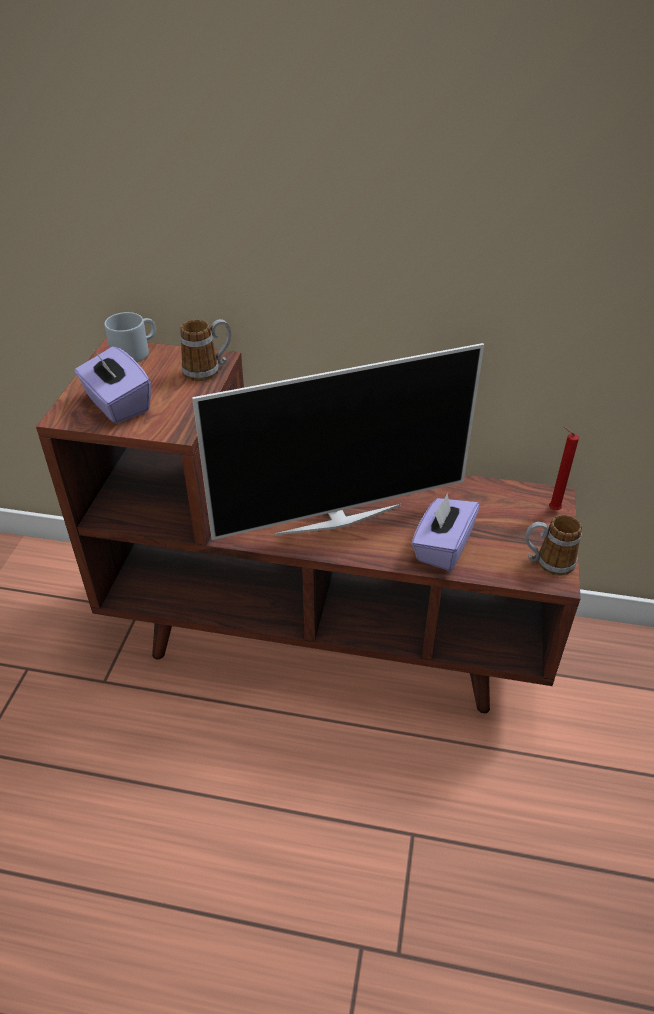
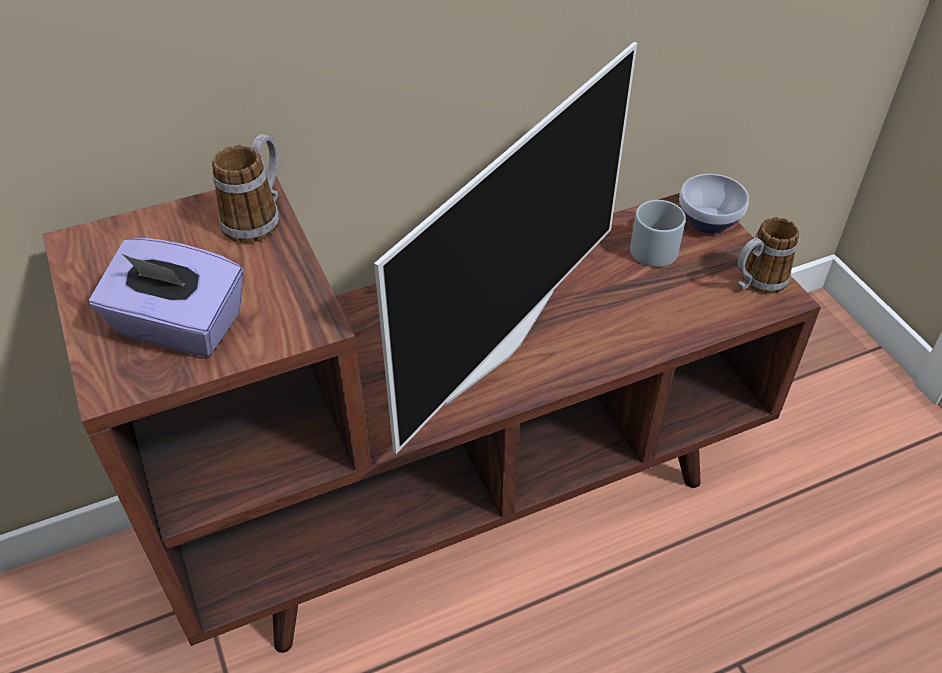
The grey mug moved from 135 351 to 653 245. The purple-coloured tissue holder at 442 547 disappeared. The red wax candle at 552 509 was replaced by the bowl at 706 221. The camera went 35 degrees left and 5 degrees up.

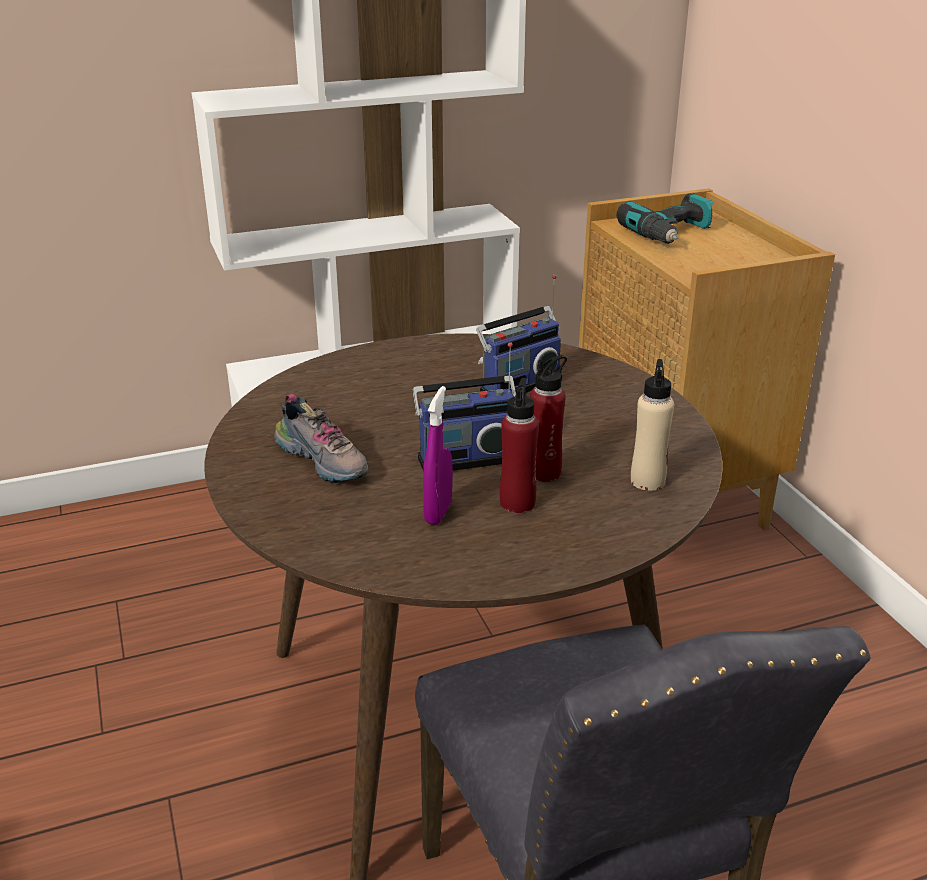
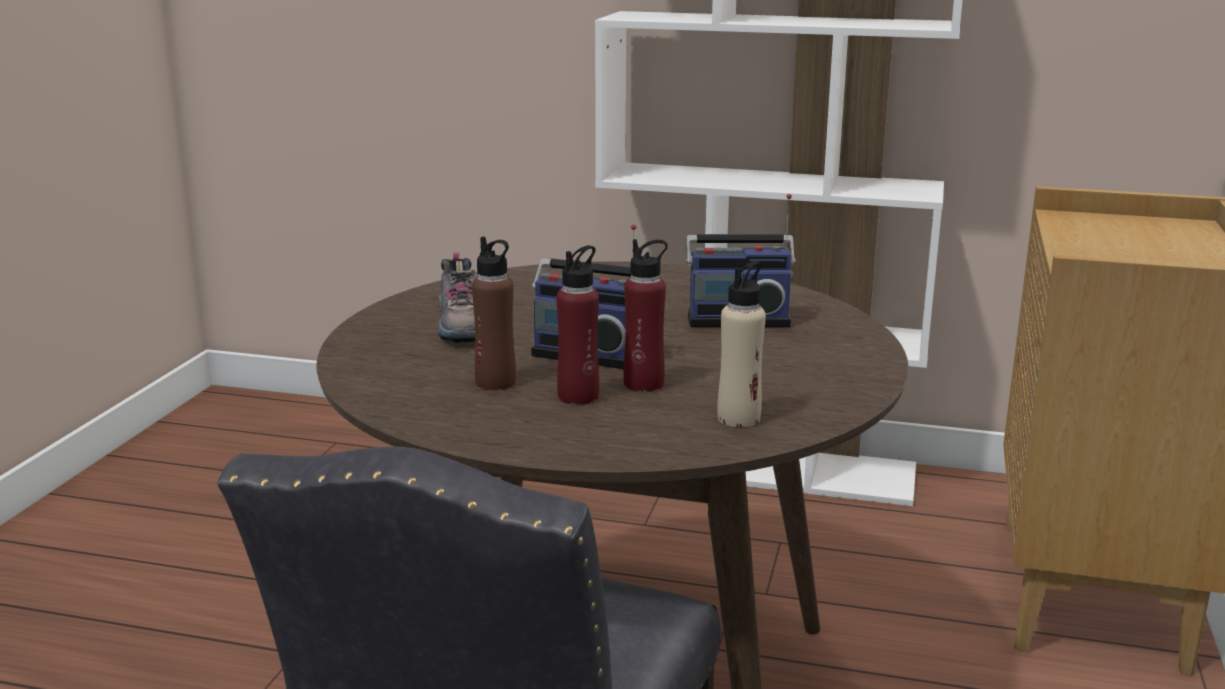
The purple-coloured spray bottle at 438 512 was replaced by the brown bottle at 495 382. The power drill at 671 234 disappeared. The camera went 35 degrees right and 10 degrees down.

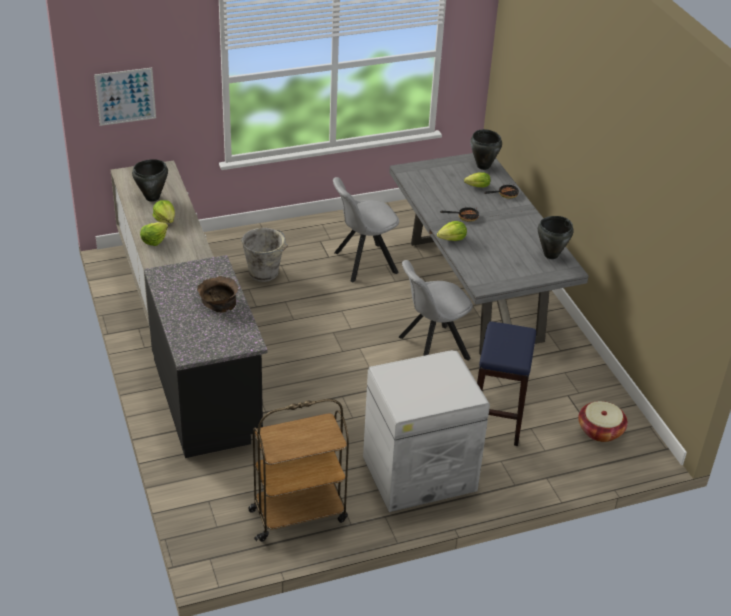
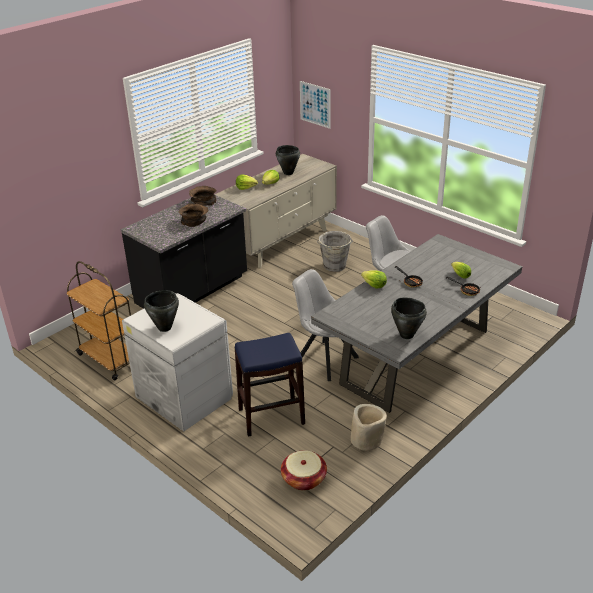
The blackish cooking pot moved from 483 166 to 164 328. The brown bowl at 203 201 appeared. The beige-coloured planter at 367 441 appeared. The camera went 65 degrees right and 5 degrees down.

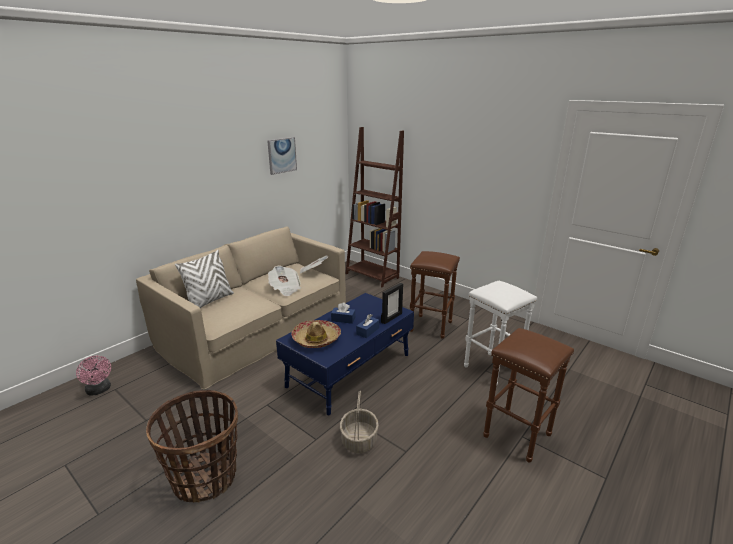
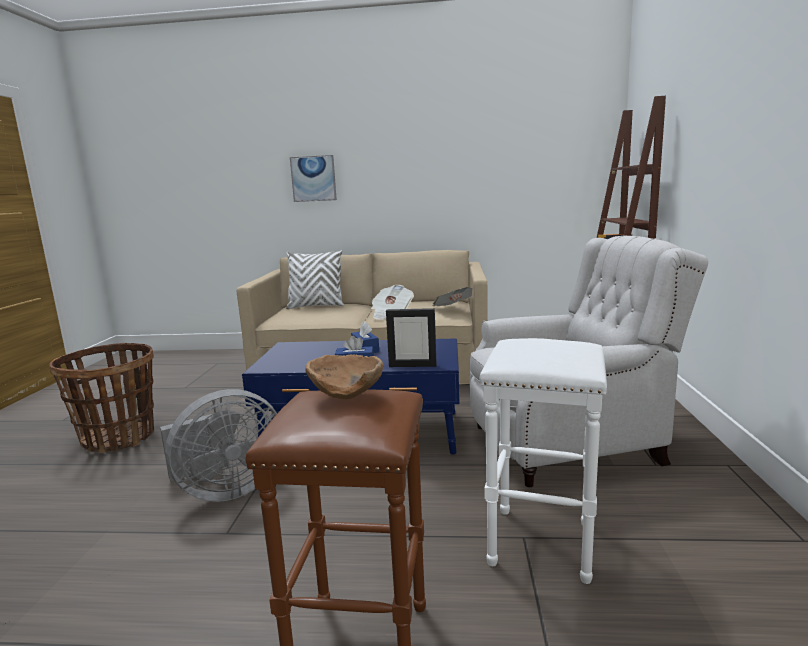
The pink fan at 99 390 disappeared. The wall picture moved from 282 155 to 313 178. The wearable hat at 316 339 disappeared. The basket at 358 440 was replaced by the grey fan at 226 490. The brown sitting stool at 432 326 was replaced by the white-coloured easy chair at 567 444. The brown bowl at 348 395 appeared. The camera went 55 degrees right and 10 degrees down.

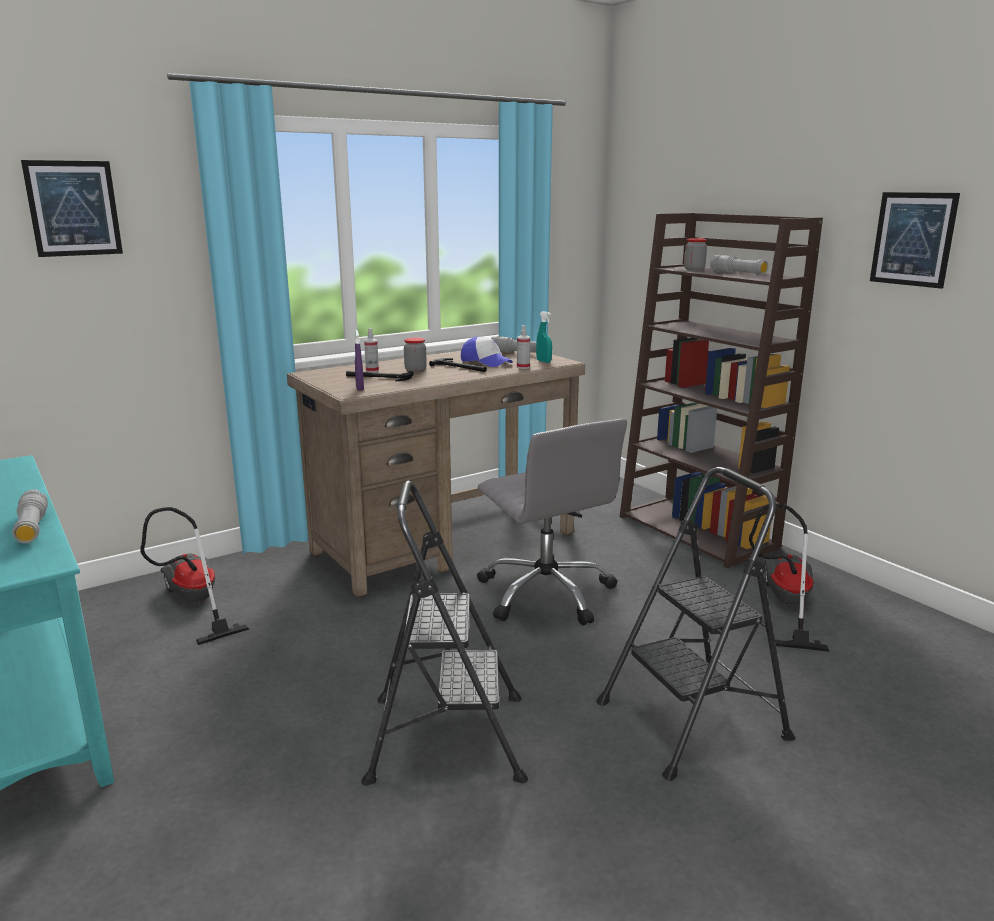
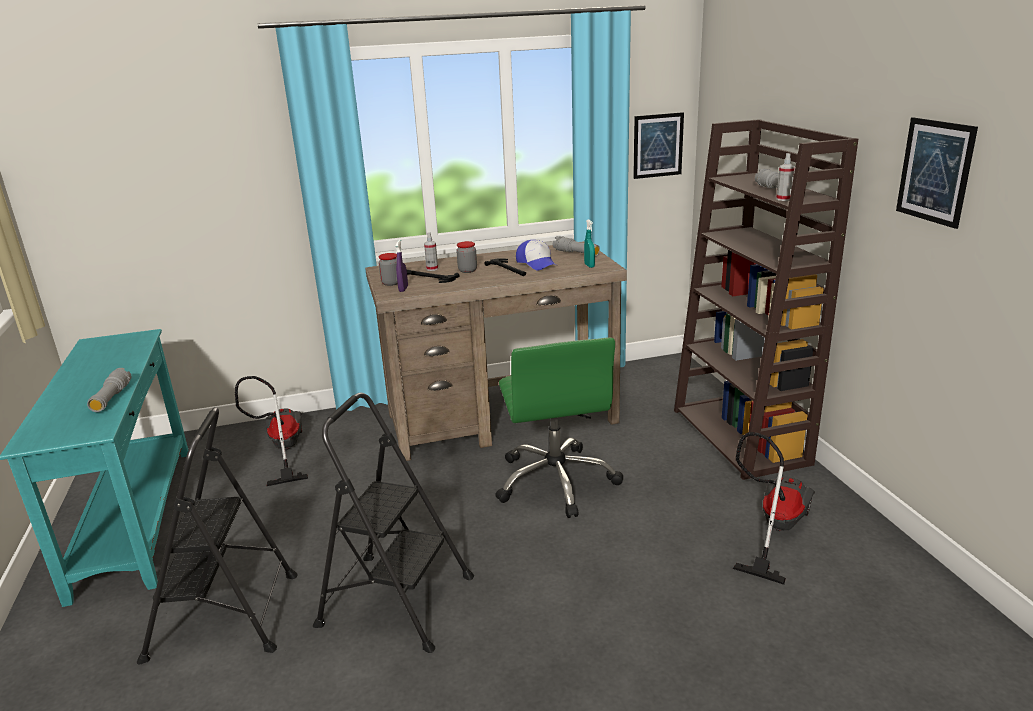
The wall picture moved from 73 208 to 658 145. The grey office chair at 546 593 became the green-coloured office chair at 556 481. The spray bottle moved from 523 367 to 783 199. The blackish stepladder moved from 697 718 to 227 615. The storage jar moved from 694 270 to 391 283. The camera went 20 degrees right and 5 degrees up.

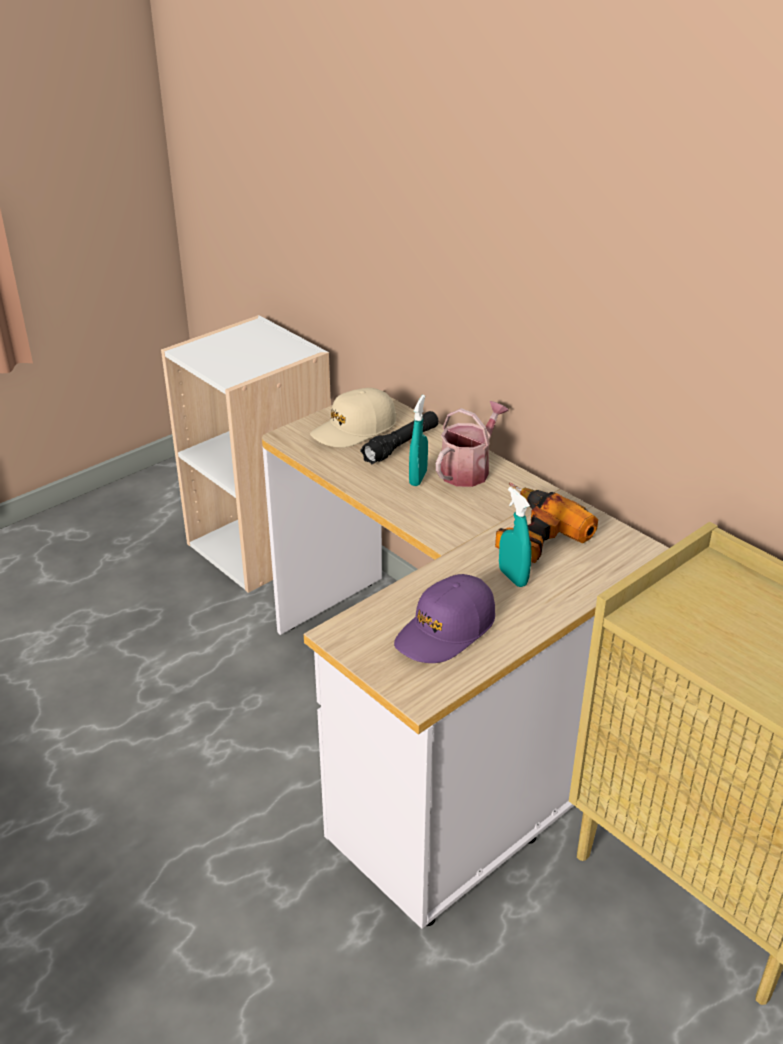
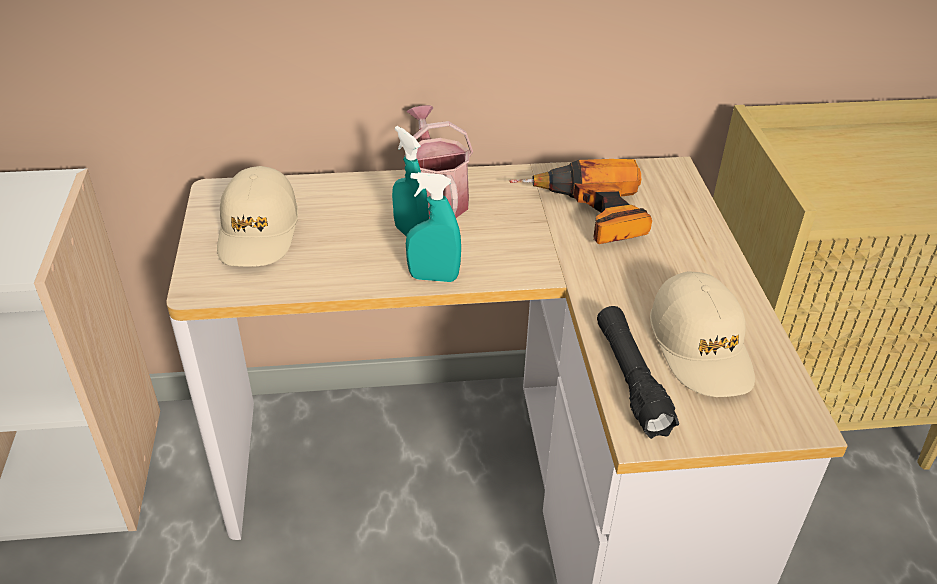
The blackish hand torch moved from 401 445 to 631 380. The purple-coloured baseball cap at 445 630 became the beige-coloured baseball cap at 701 347. The turquoise-coloured spray bottle moved from 513 577 to 433 277. The camera went 55 degrees left and 5 degrees up.

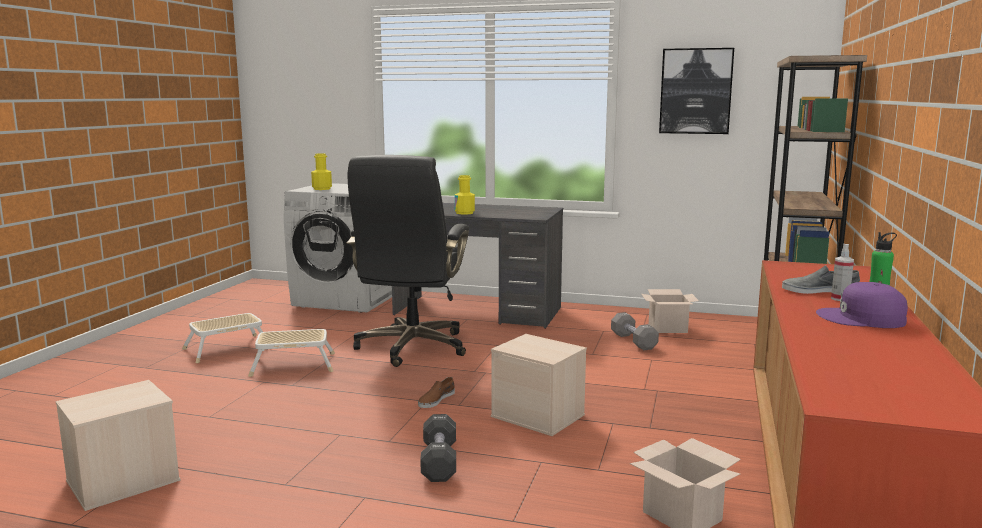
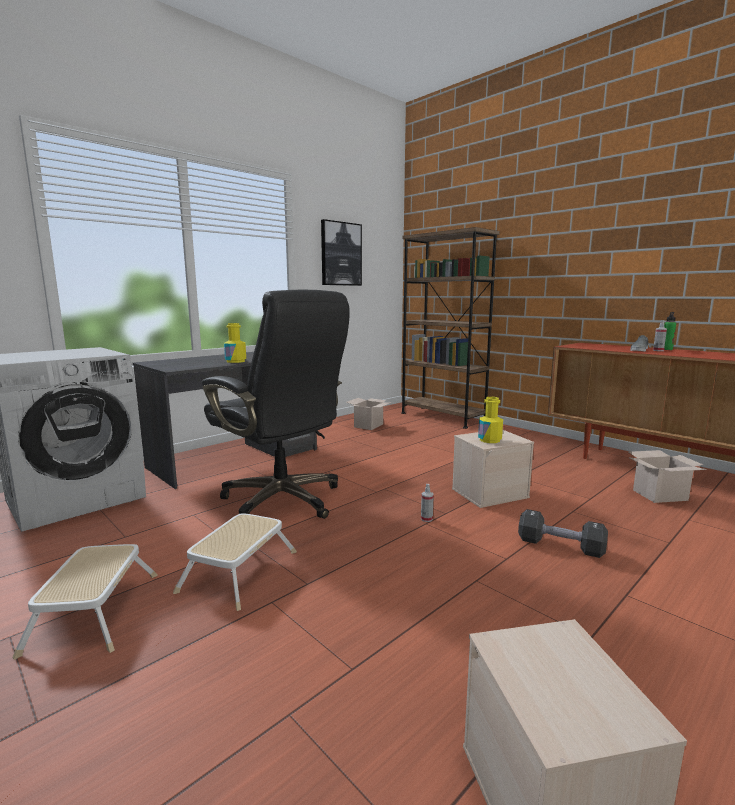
The yellowish bottle moved from 322 189 to 489 440. The brown low shoe at 436 399 was replaced by the spray bottle at 426 519. The grey hand weight at 633 341 disappeared. The purple-coloured baseball cap at 862 318 disappeared. The camera went 60 degrees left and 0 degrees up.

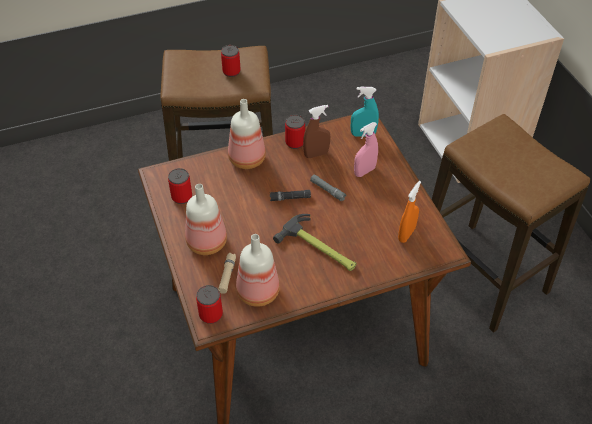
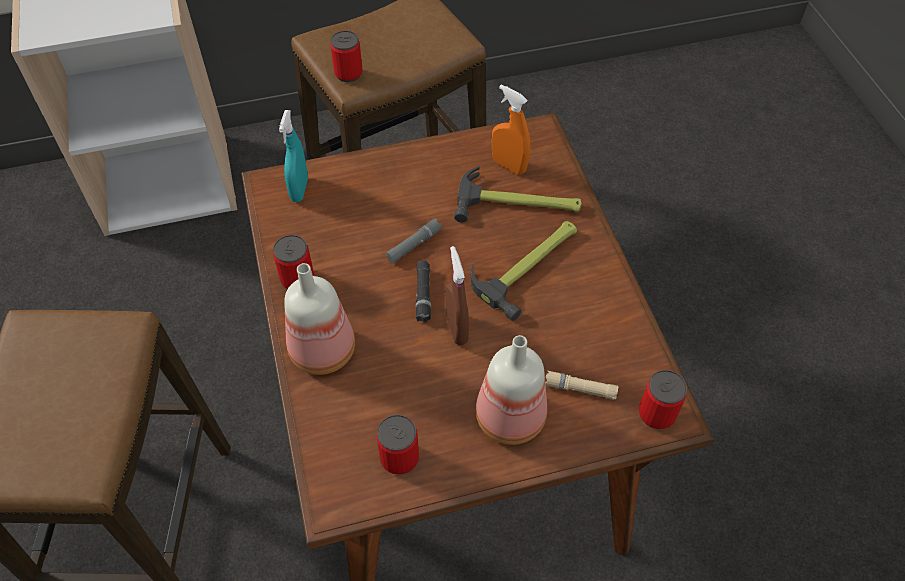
The metal can moved from 231 71 to 348 73. The bottle at 257 293 disappeared. The brown spray bottle moved from 316 154 to 457 329. The pink spray bottle at 364 171 disappeared. The tool hammer at 519 203 appeared. The camera went 85 degrees left and 5 degrees up.

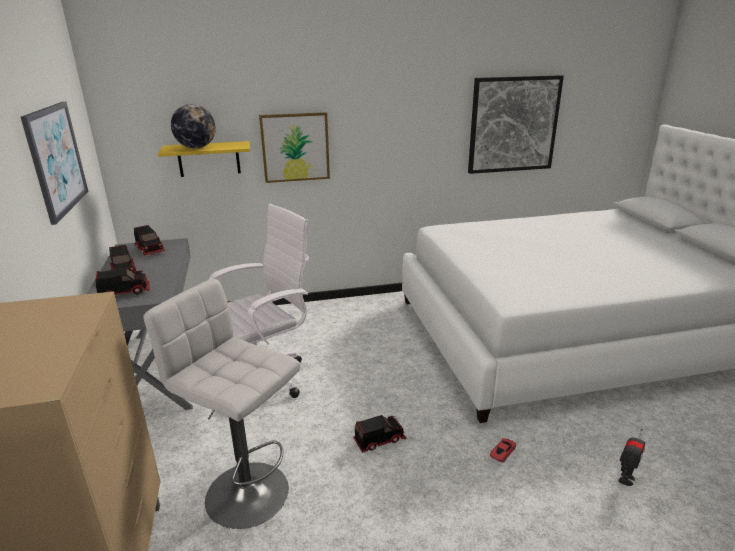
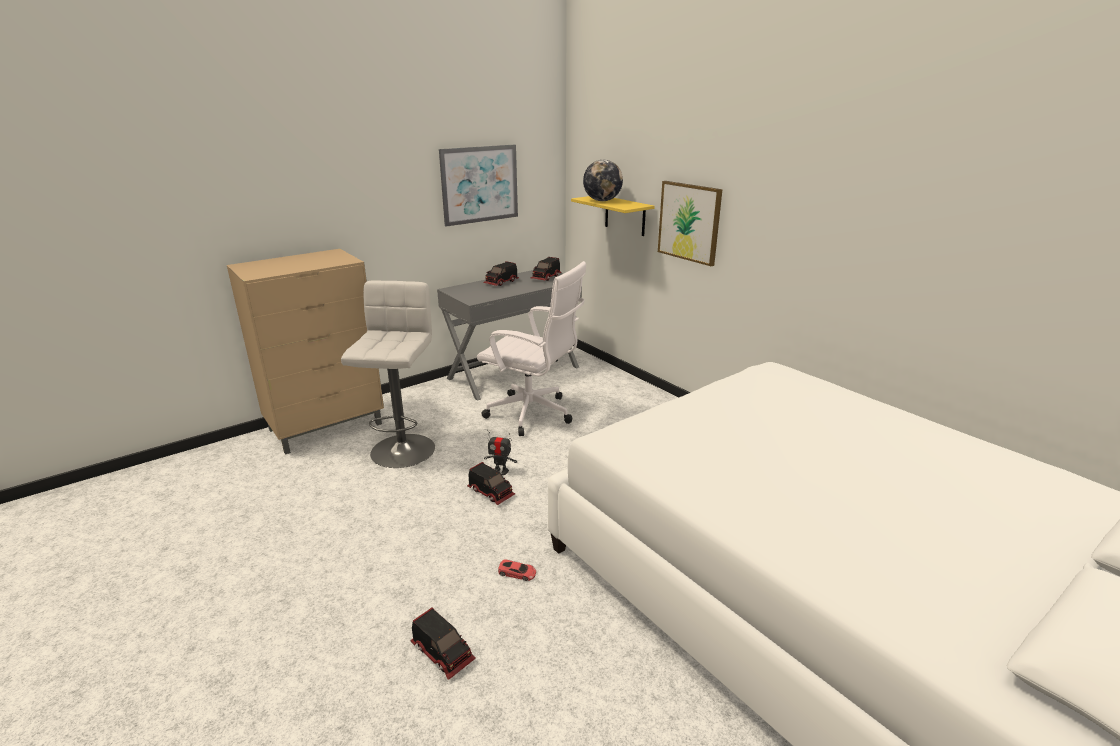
The toy lorry moved from 124 292 to 443 652. The wall picture at 513 125 disappeared. The toy robot moved from 625 478 to 500 471. The camera went 65 degrees right and 0 degrees up.

